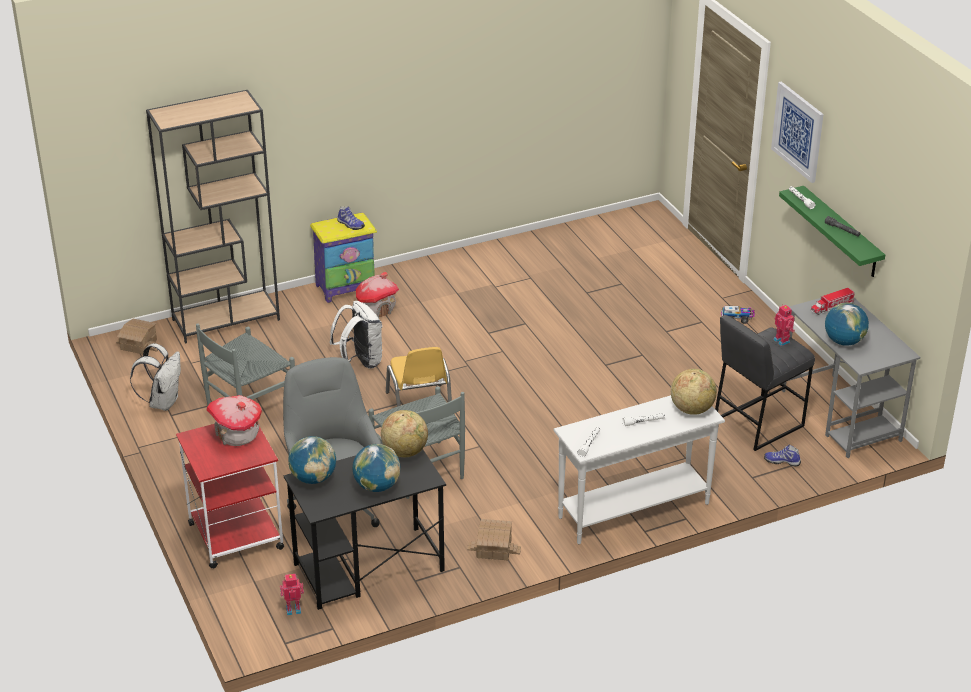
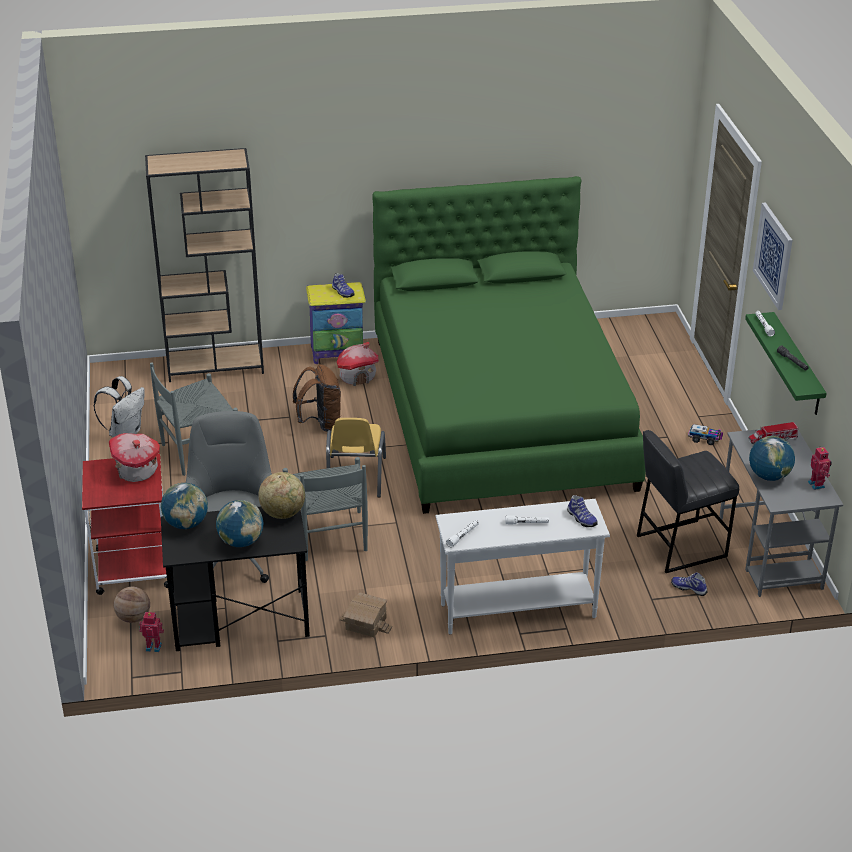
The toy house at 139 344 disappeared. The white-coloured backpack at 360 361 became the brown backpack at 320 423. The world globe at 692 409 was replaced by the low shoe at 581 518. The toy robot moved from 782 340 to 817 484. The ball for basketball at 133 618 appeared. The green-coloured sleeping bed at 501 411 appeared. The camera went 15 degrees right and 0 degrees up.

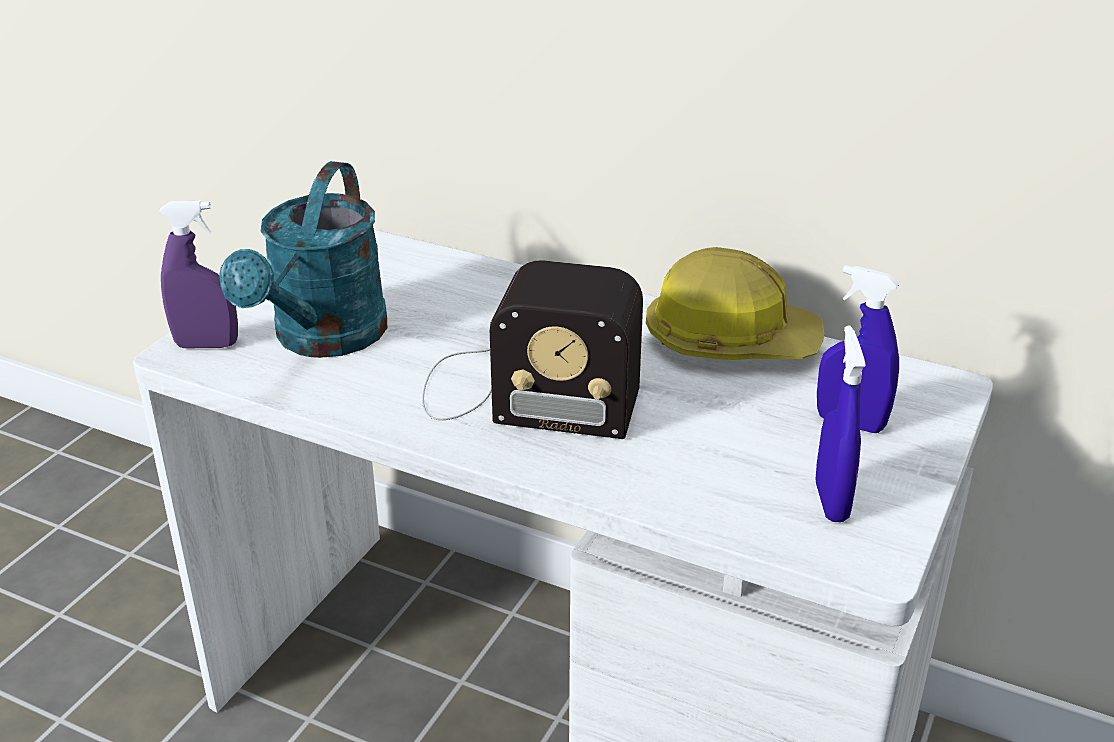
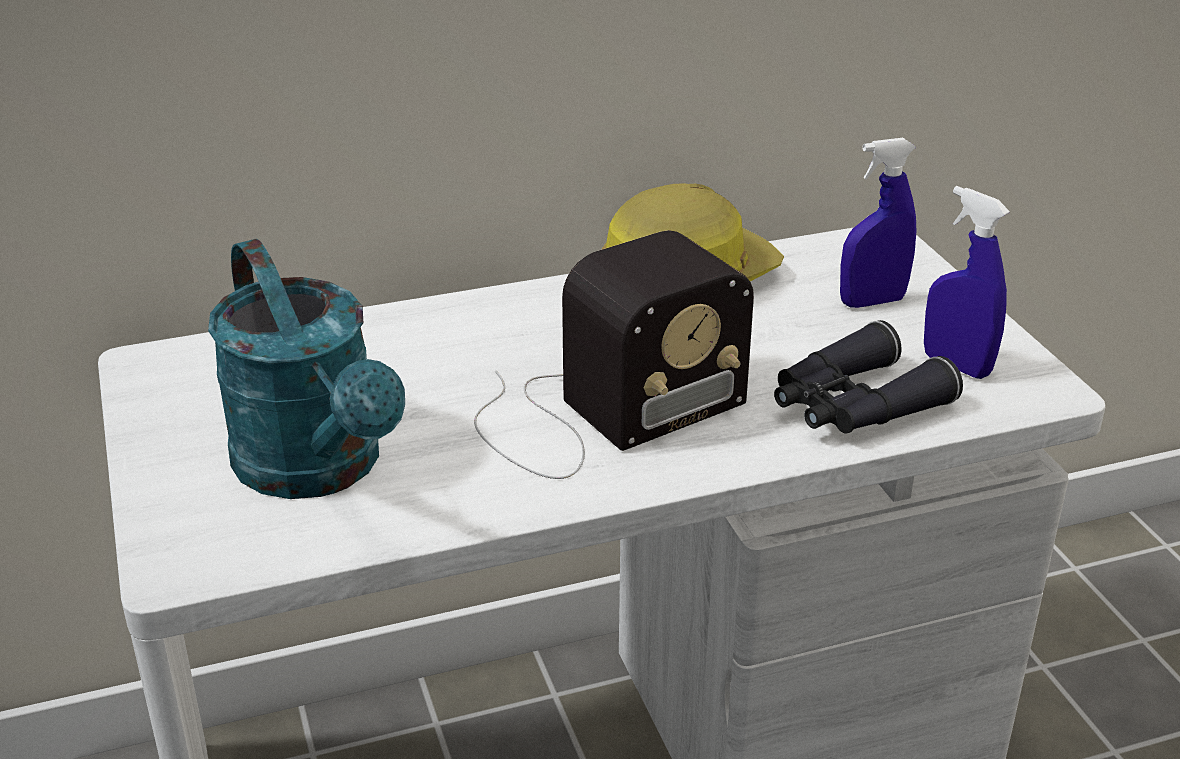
The purple-coloured spray bottle at 207 345 disappeared. The blackish field glasses at 854 405 appeared. The camera went 45 degrees left and 0 degrees up.

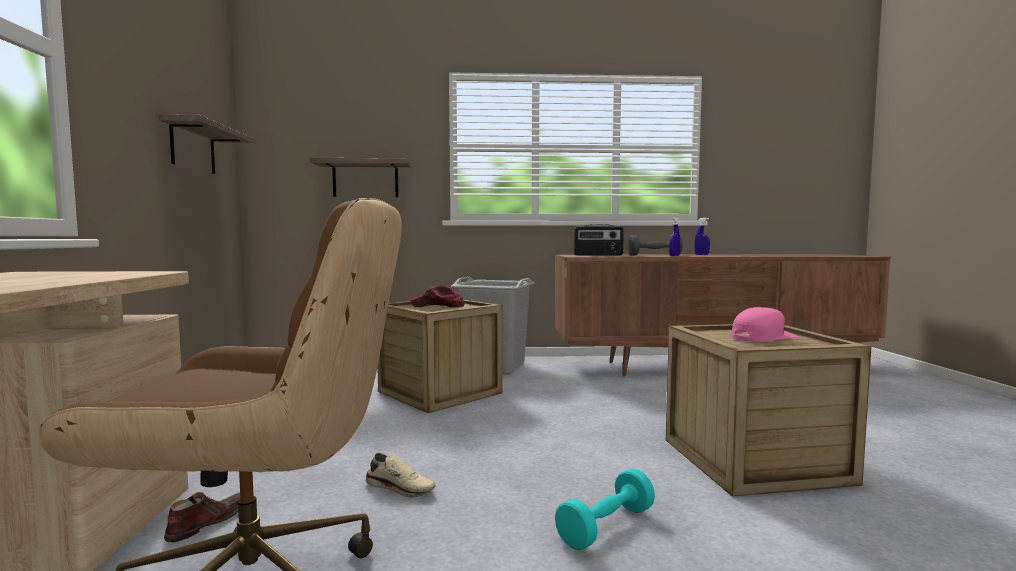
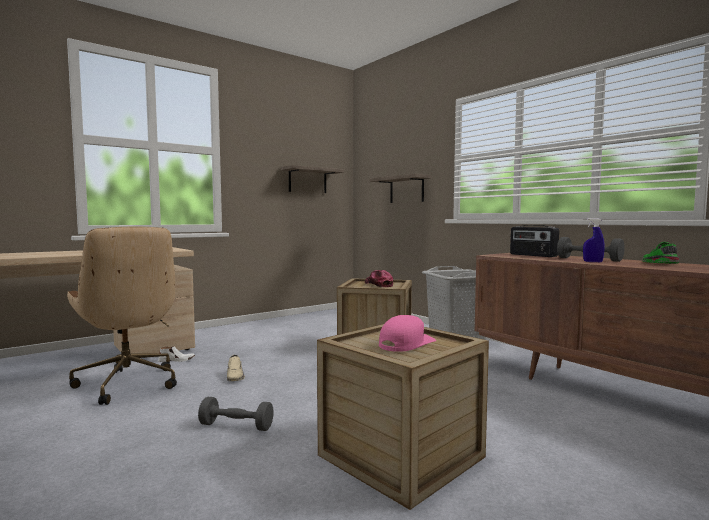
The brown low shoe at 208 523 became the white-coloured low shoe at 177 360. The turquoise-coloured hand weight at 606 526 became the grey hand weight at 236 426. The blue-coloured spray bottle at 701 254 was replaced by the green-coloured low shoe at 658 263. The pink baseball cap at 763 337 turned 75 degrees counterclockwise. The camera went 55 degrees right and 0 degrees up.

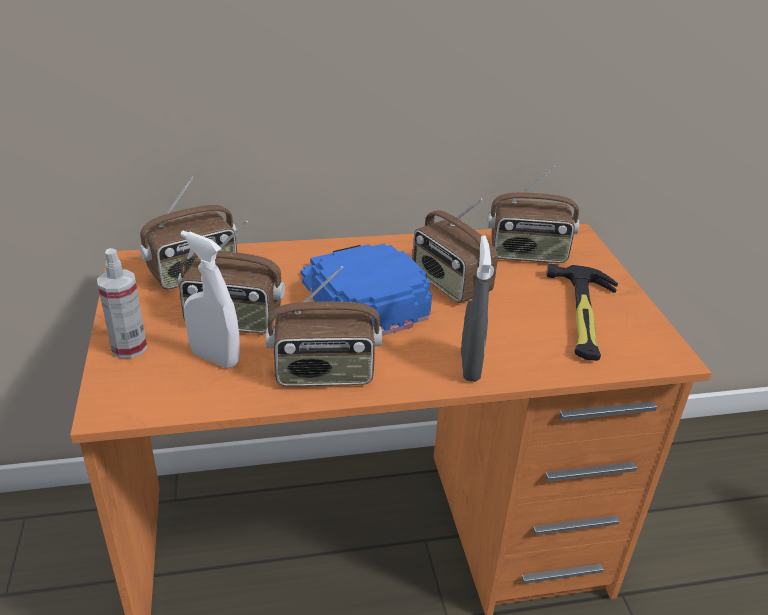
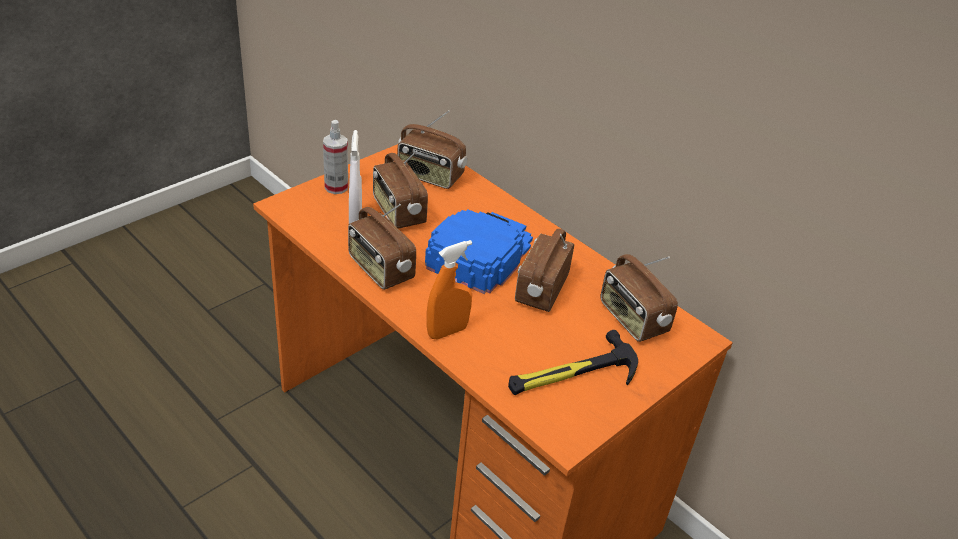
The grey spray bottle at 470 366 became the orangey spray bottle at 447 331. The camera went 55 degrees right and 5 degrees up.

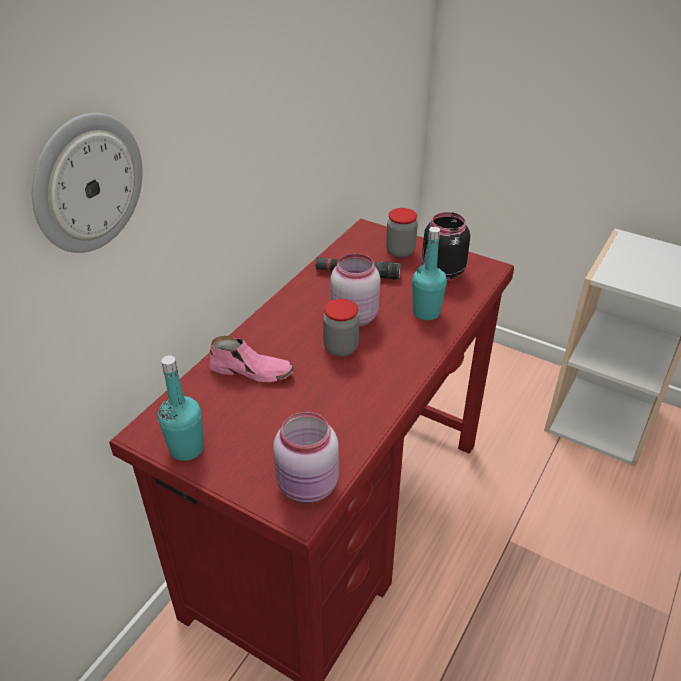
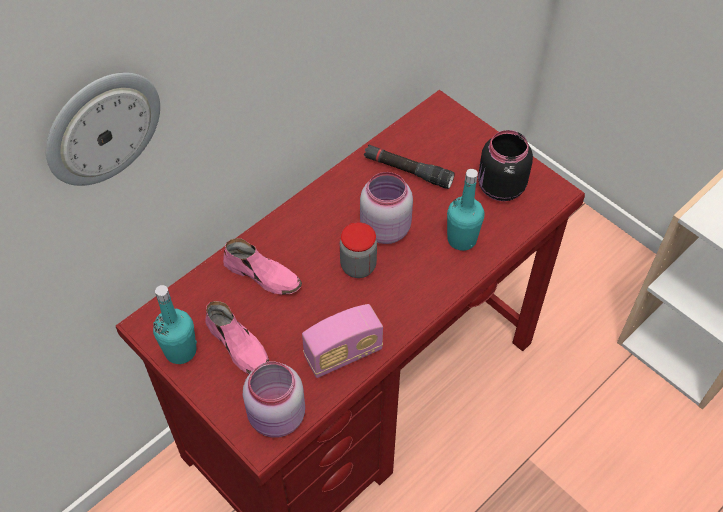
The storage jar at 400 251 disappeared. The pink low shoe at 239 345 appeared. The radio set at 343 354 appeared. The camera went 15 degrees right and 15 degrees up.

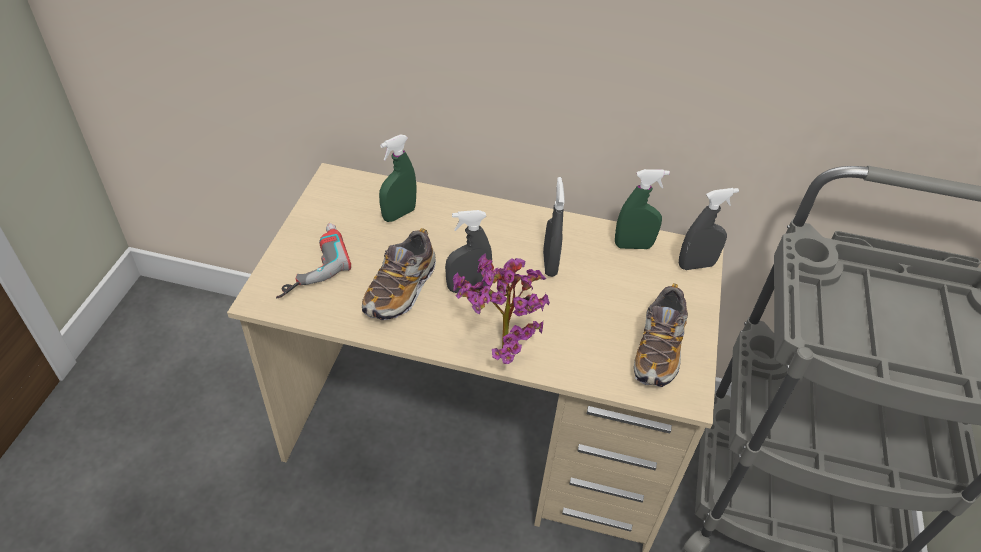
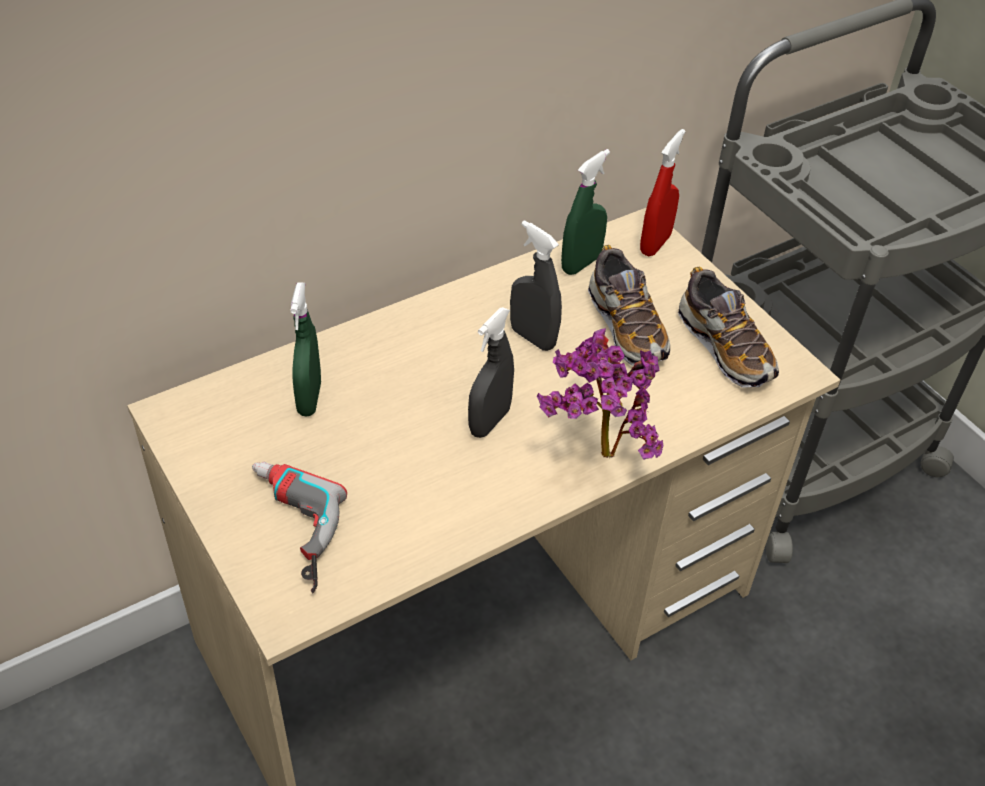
The low shoe moved from 401 290 to 626 327. The grey spray bottle at 696 265 became the red spray bottle at 655 244. The camera went 45 degrees left and 0 degrees up.

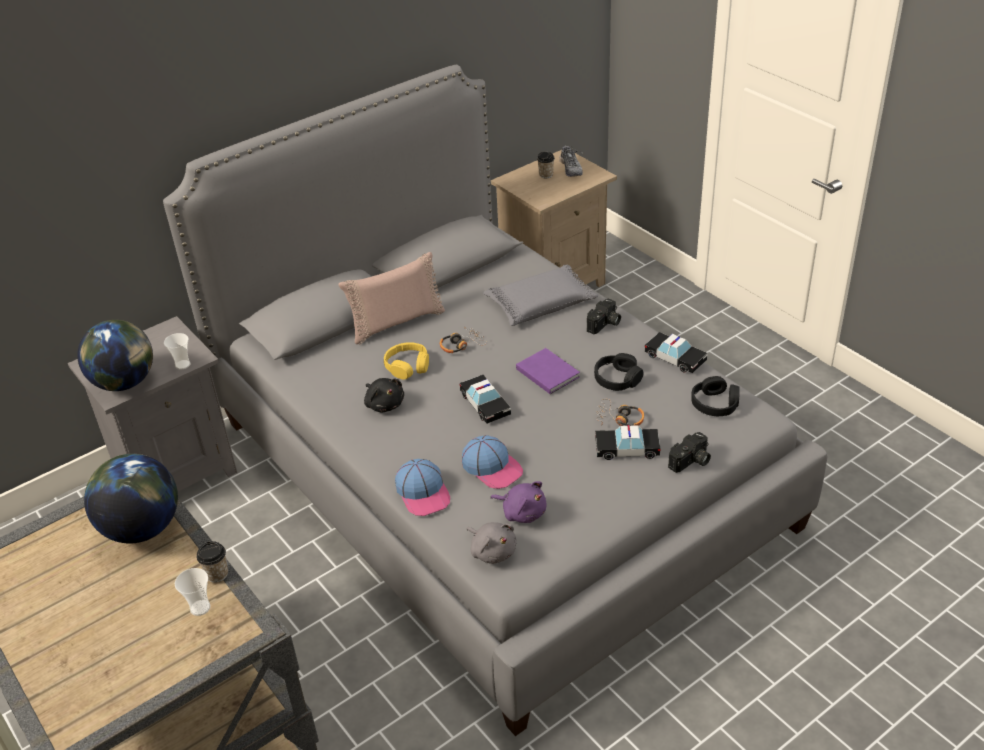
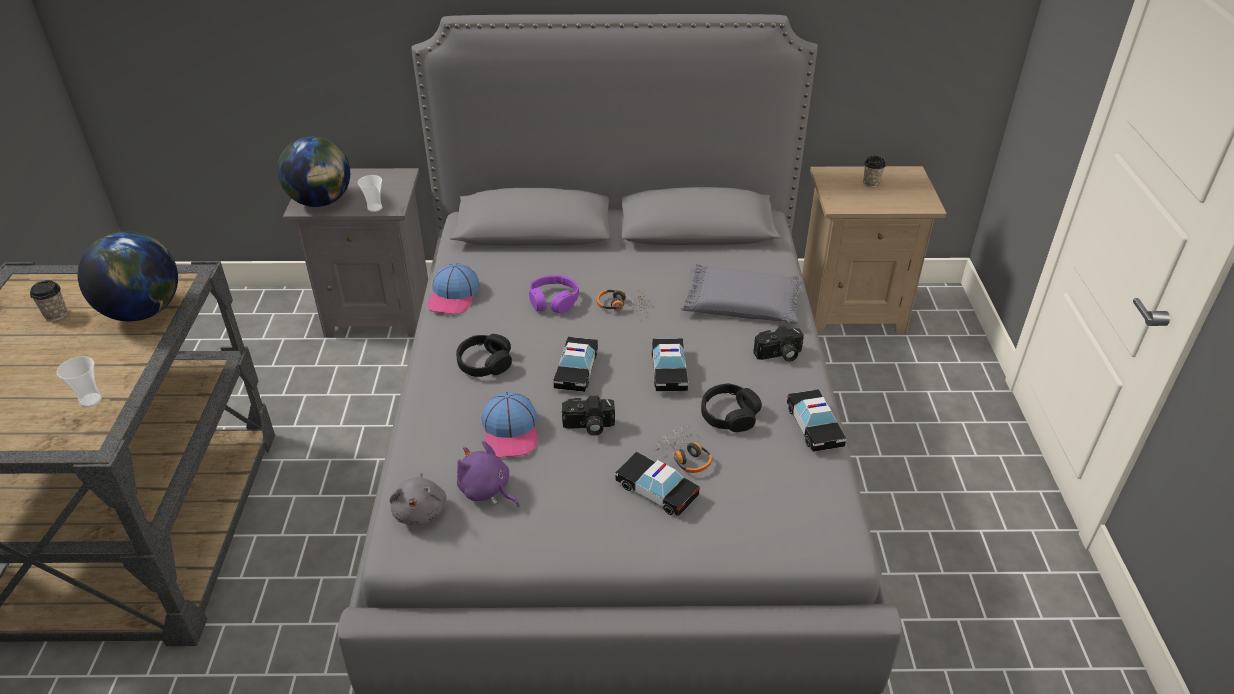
The small cup moved from 217 574 to 56 314. The beige-coloured cushion at 396 323 disappeared. The blackish cuddly toy at 384 404 disappeared. The yellowish pair of headphones at 407 366 became the purple-coloured pair of headphones at 553 301. The baseball cap moved from 423 493 to 454 296. The purple-coloured cuddly toy at 522 512 turned 150 degrees clockwise. The purple-coloured volume at 547 372 was replaced by the toy car at 669 371. The low shoe at 571 169 disappeared. The still camera moved from 691 462 to 588 426. The blackish pair of headphones moved from 715 404 to 485 363. The camera went 35 degrees right and 0 degrees up.

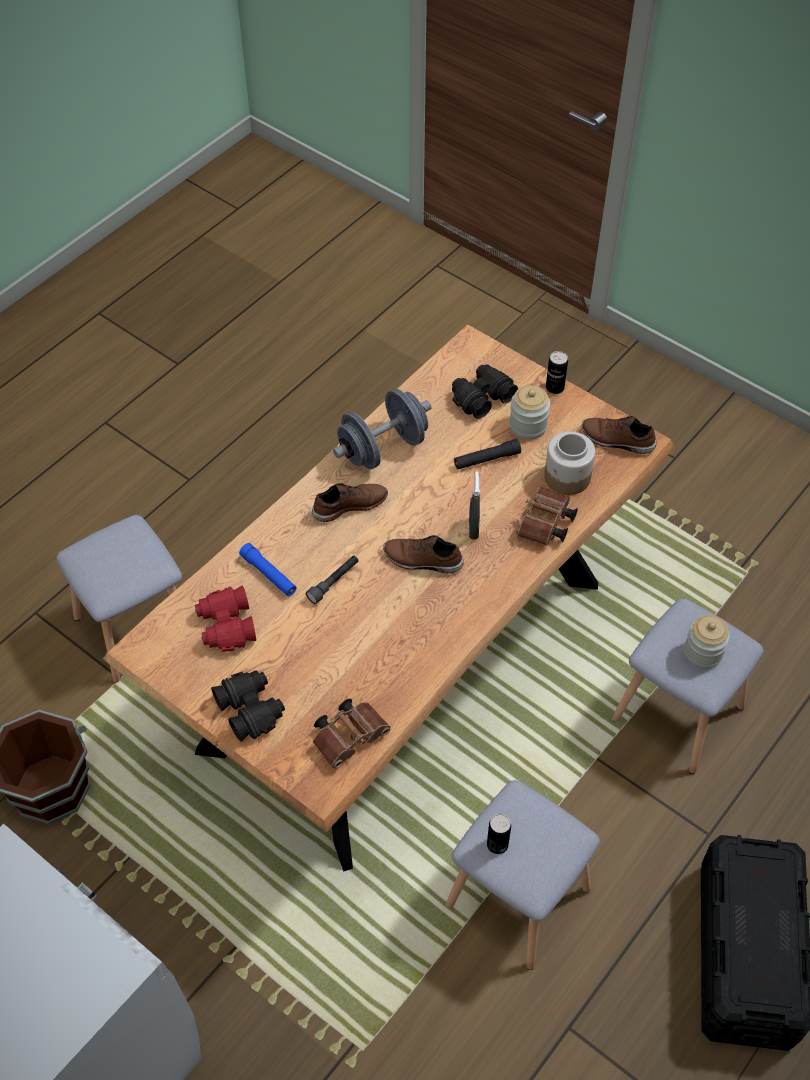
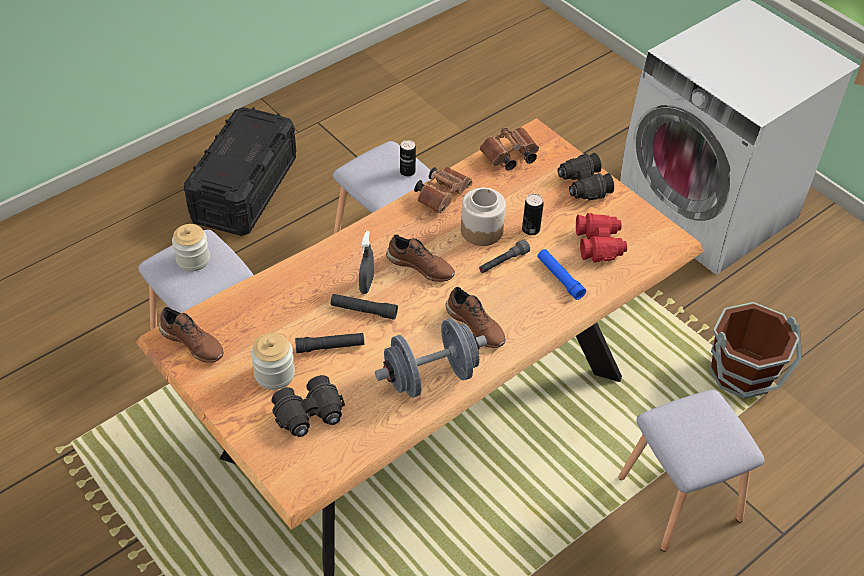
The brown low shoe at 349 505 turned 120 degrees counterclockwise. The brown field glasses moved from 545 525 to 443 195. The storage jar moved from 567 477 to 482 230. The metal can moved from 554 387 to 530 229. The blackish hand torch at 363 310 appeared. The camera went 170 degrees left and 5 degrees down.

